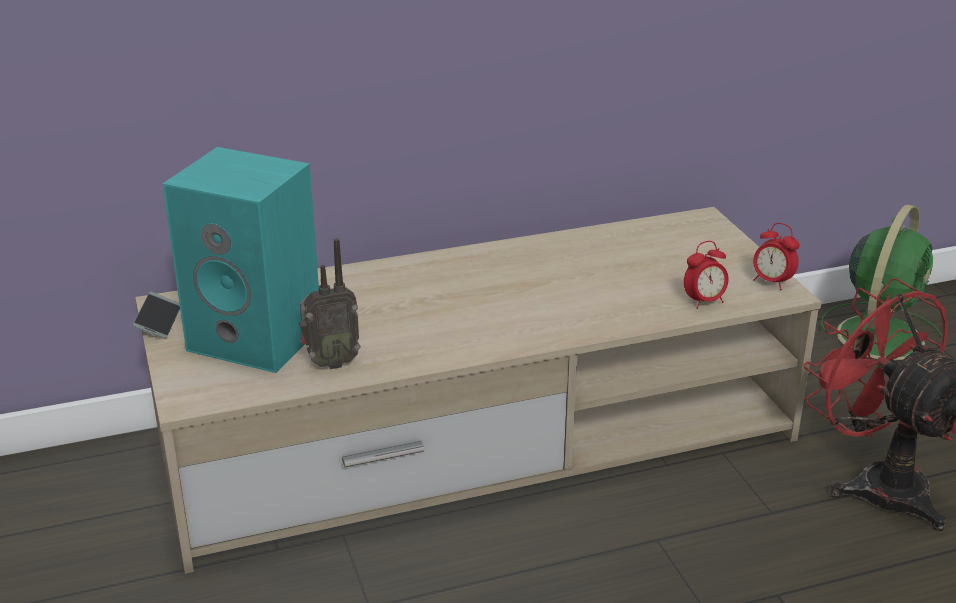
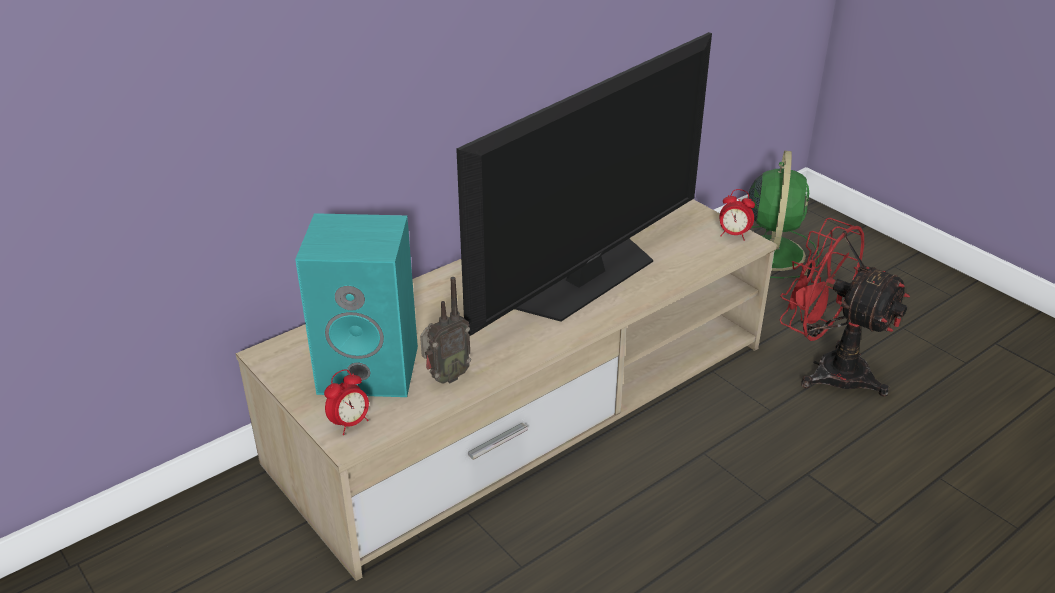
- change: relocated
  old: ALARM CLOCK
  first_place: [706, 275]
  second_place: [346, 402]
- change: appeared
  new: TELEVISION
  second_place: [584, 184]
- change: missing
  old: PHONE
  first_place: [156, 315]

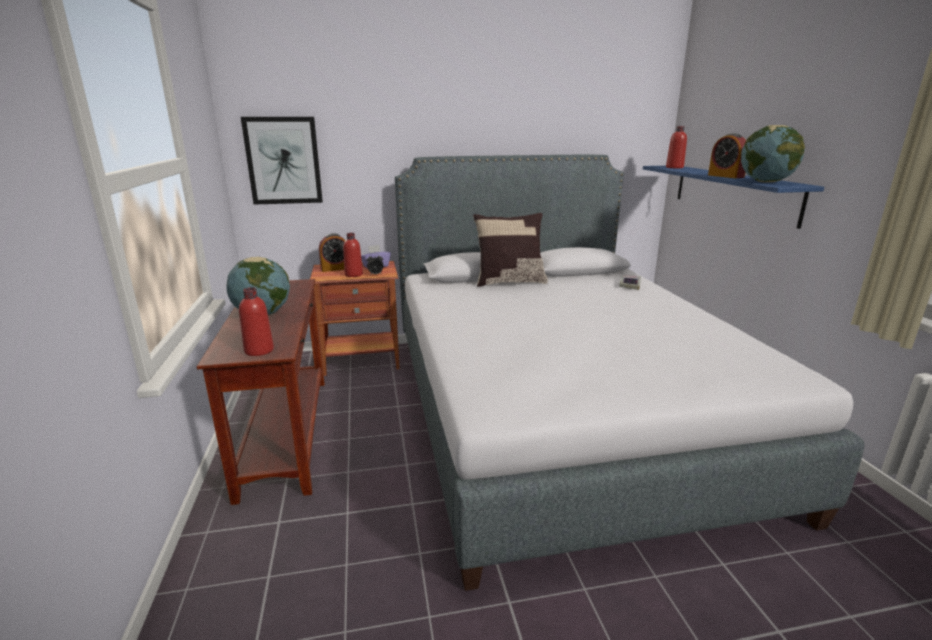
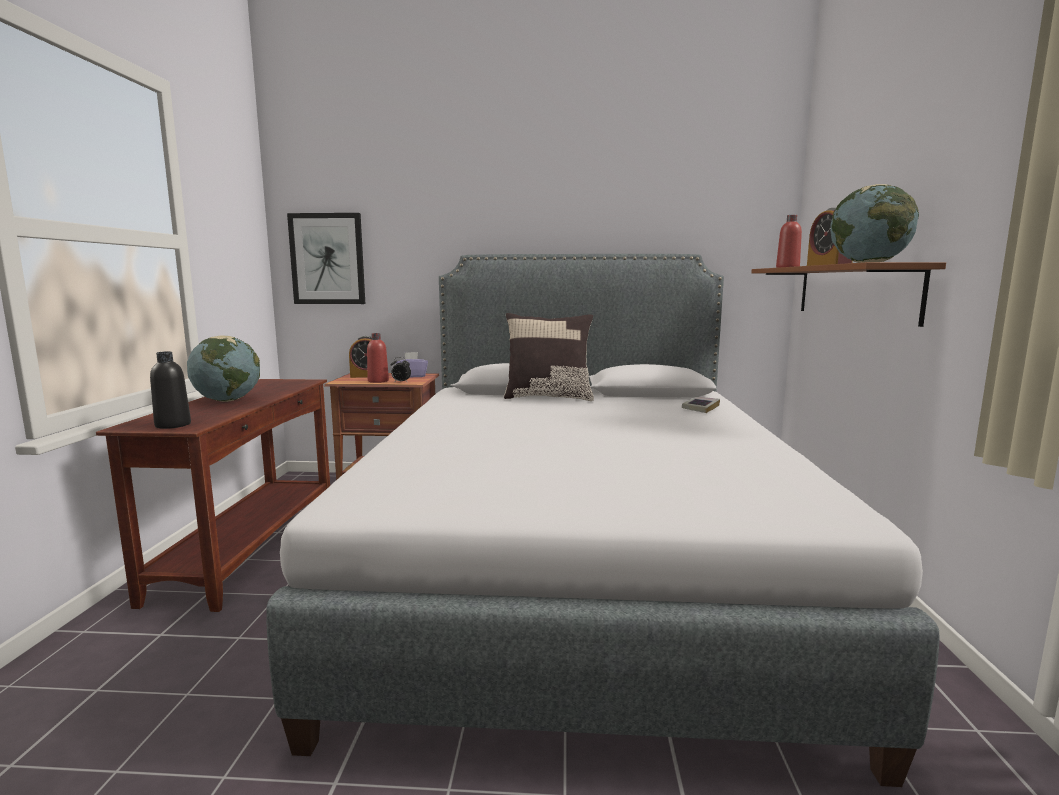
- change: colour
  old: RED BOTTLE
  new: BLACK BOTTLE
  first_place: [256, 321]
  second_place: [170, 390]
- change: colour
  old: BLUE SHELF
  new: BROWN SHELF
  first_place: [733, 197]
  second_place: [848, 294]

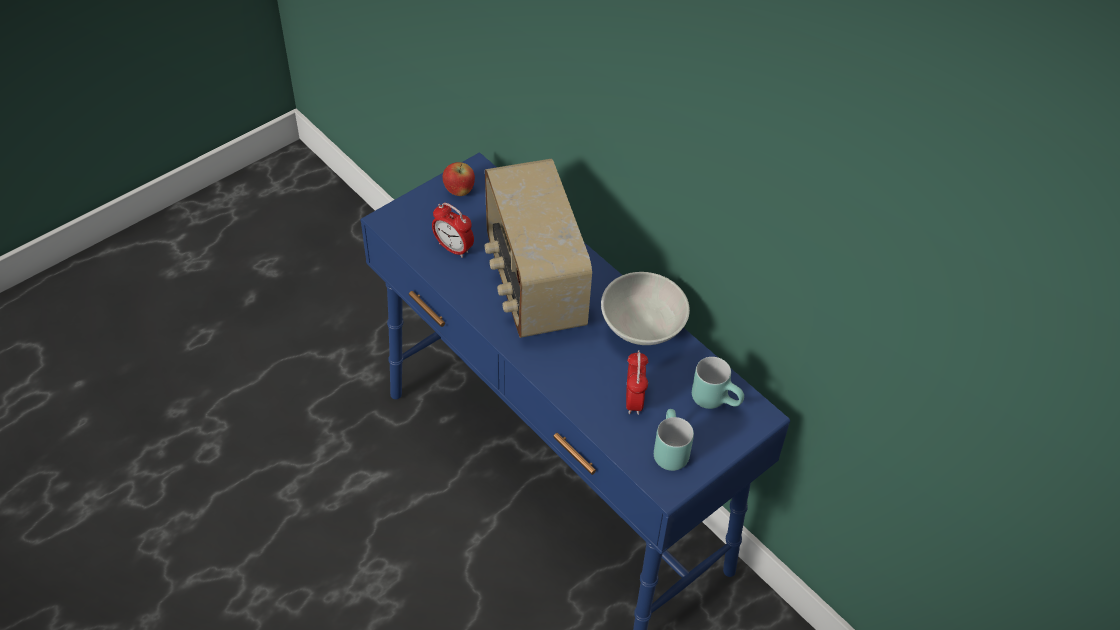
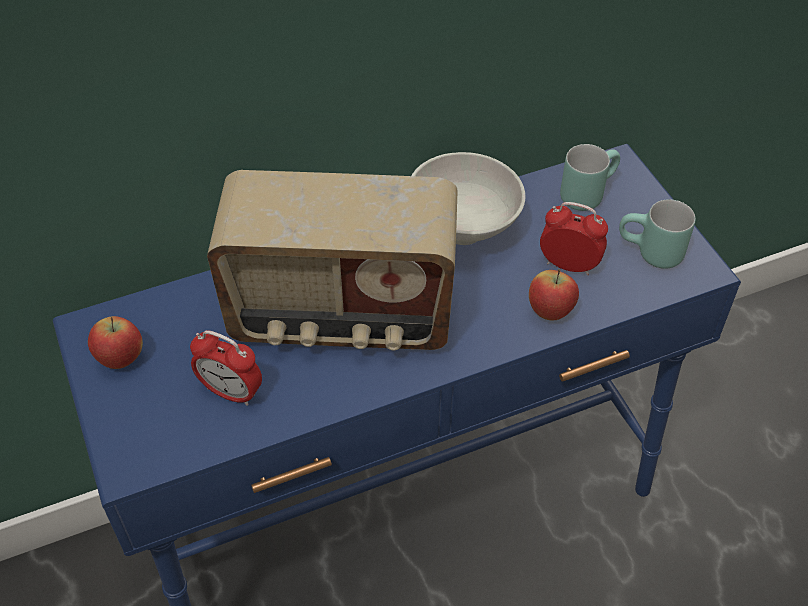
- change: spun
  old: ALARM CLOCK
  first_place: [453, 230]
  second_place: [226, 368]
  degrees: 60
- change: appeared
  new: APPLE
  second_place: [554, 295]

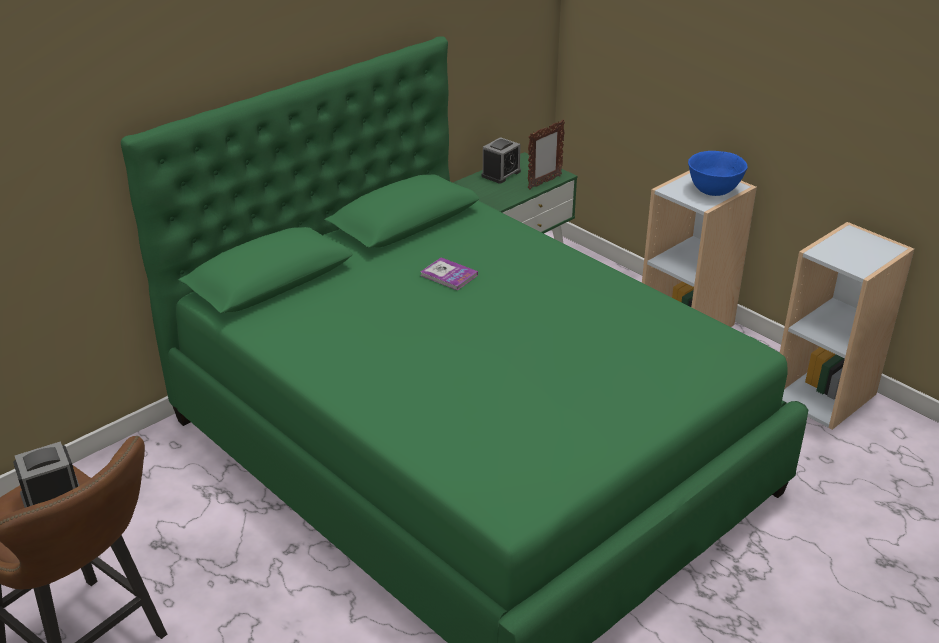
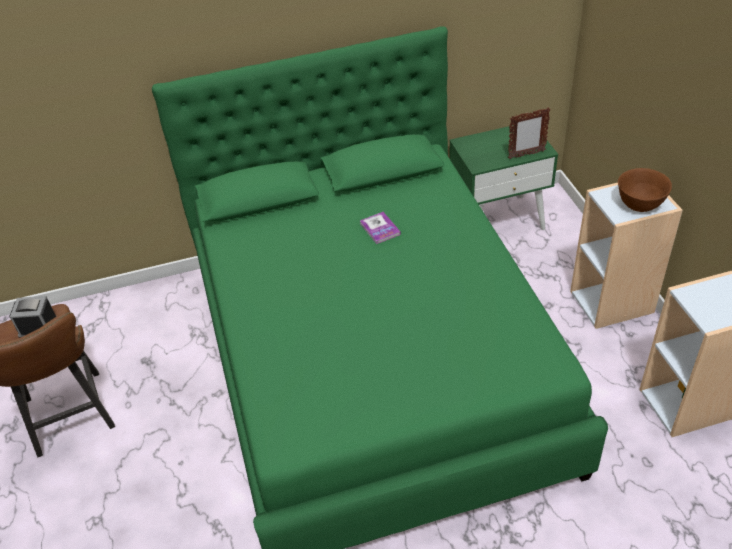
- change: colour
  old: BLUE BOWL
  new: BROWN BOWL
  first_place: [718, 173]
  second_place: [645, 190]
- change: missing
  old: ALARM CLOCK
  first_place: [501, 160]

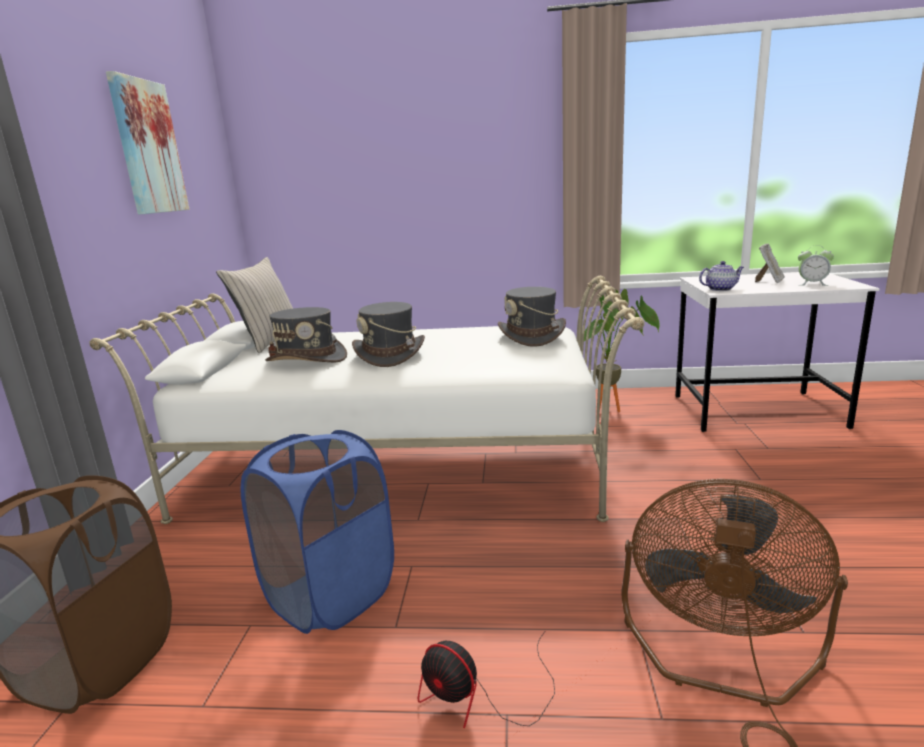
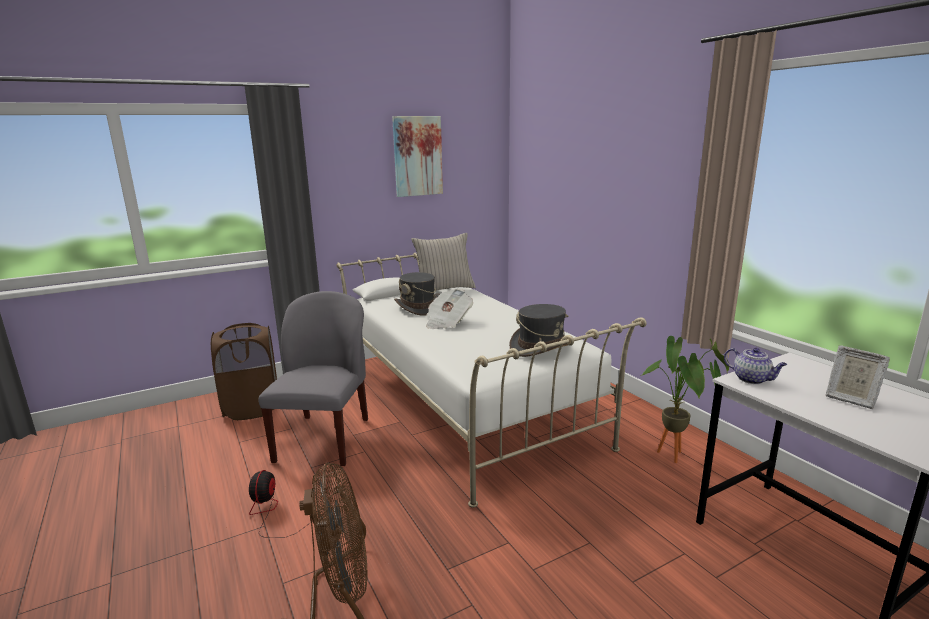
- change: exchanged
  old: BLUE LAUNDRY BASKET
  new: GREY CHAIR
  first_place: [317, 532]
  second_place: [313, 378]
- change: exchanged
  old: GREY HAT
  new: NEWSPAPER
  first_place: [388, 334]
  second_place: [449, 309]
- change: spun
  old: PICTURE FRAME
  first_place: [770, 263]
  second_place: [858, 377]
  degrees: 45
- change: missing
  old: ALARM CLOCK
  first_place: [816, 265]

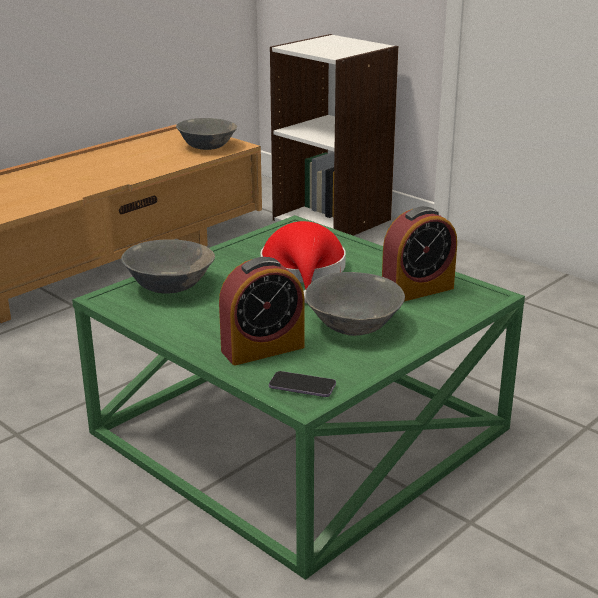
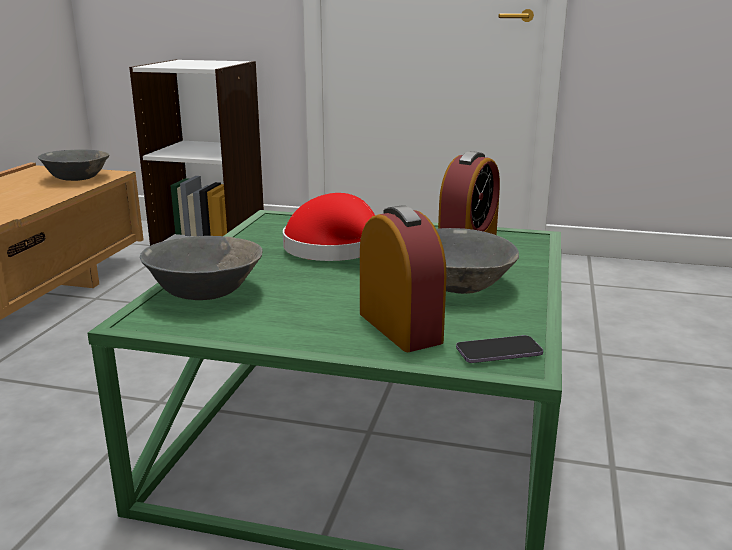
- change: spun
  old: ALARM CLOCK
  first_place: [261, 311]
  second_place: [403, 278]
  degrees: -60

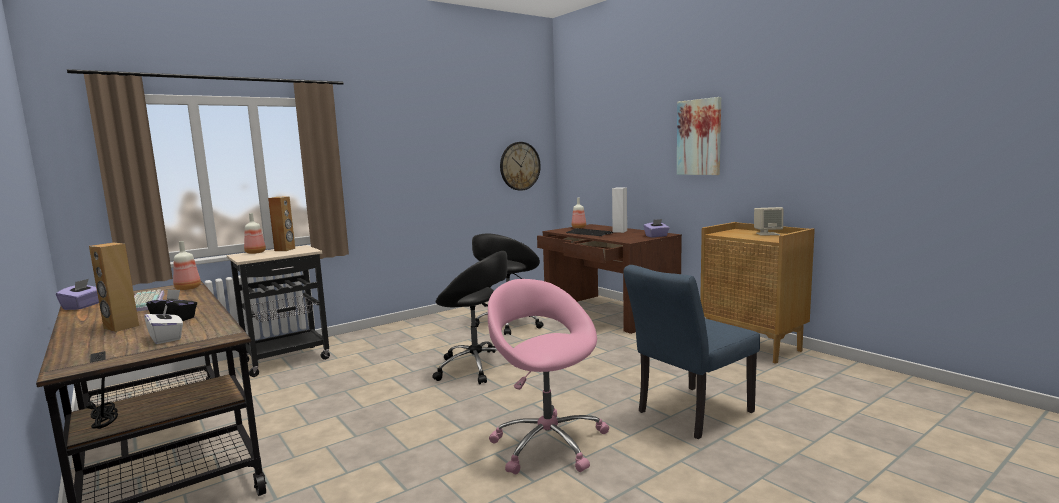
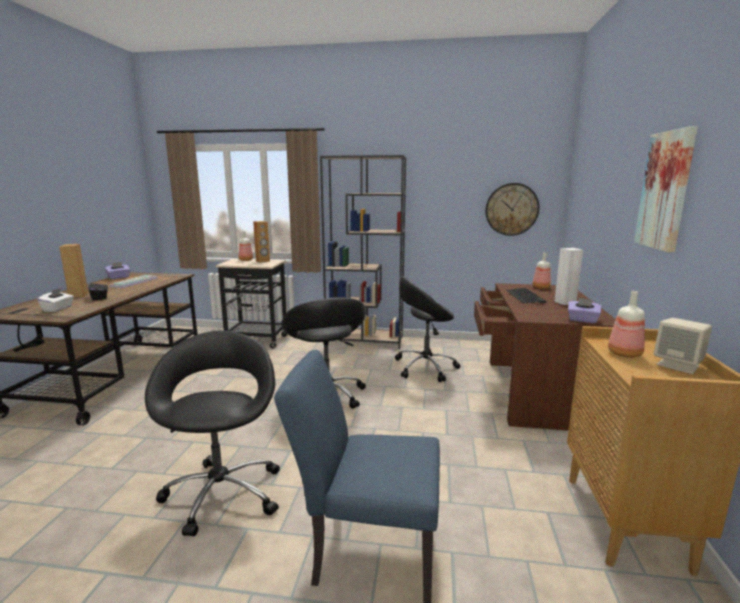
- change: colour
  old: PINK OFFICE CHAIR
  new: BLACK OFFICE CHAIR
  first_place: [548, 376]
  second_place: [212, 433]
- change: appeared
  new: BOOKCASE
  second_place: [363, 252]
- change: relocated
  old: BOTTLE
  first_place: [187, 265]
  second_place: [626, 324]

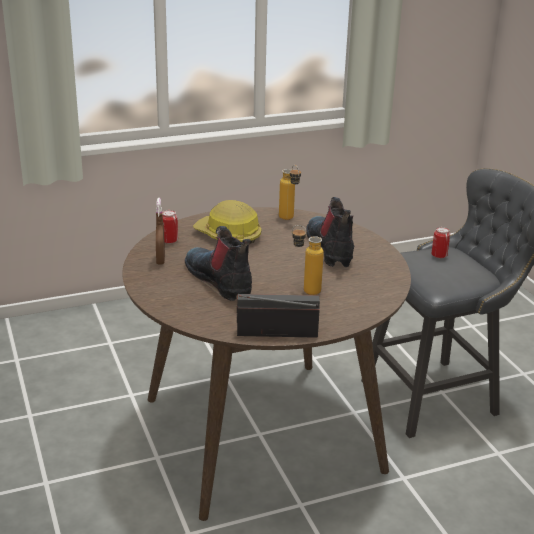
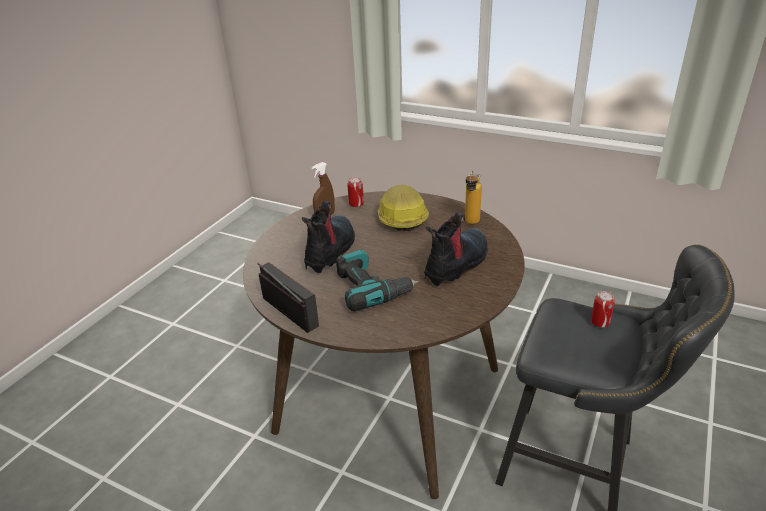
- change: exchanged
  old: BOTTLE
  new: POWER DRILL
  first_place: [308, 260]
  second_place: [377, 280]

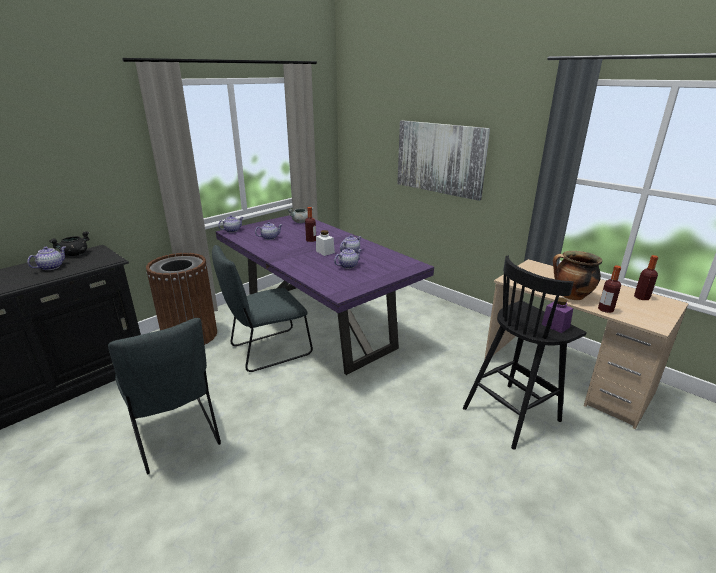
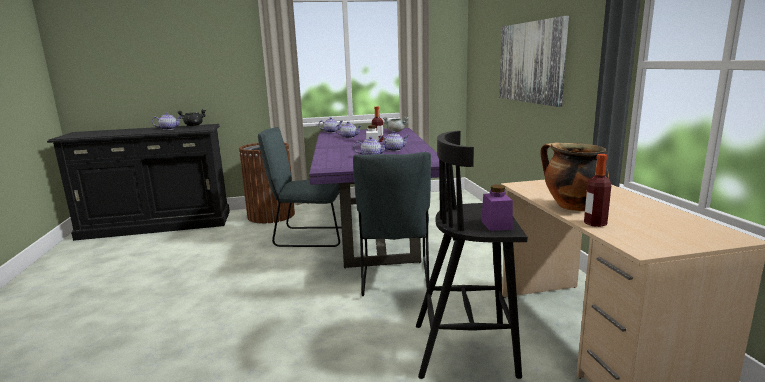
- change: relocated
  old: GREY CHAIR
  first_place: [164, 396]
  second_place: [392, 224]
- change: missing
  old: BOTTLE
  first_place: [646, 277]

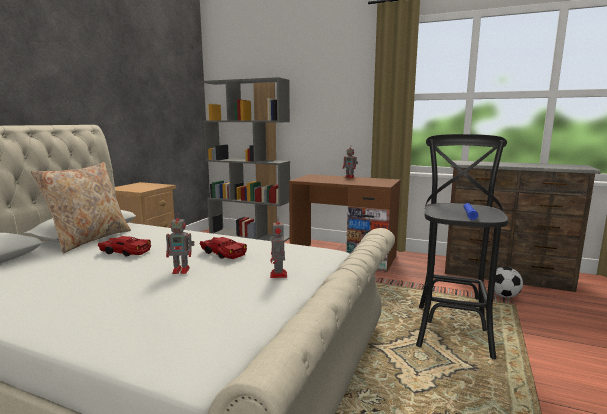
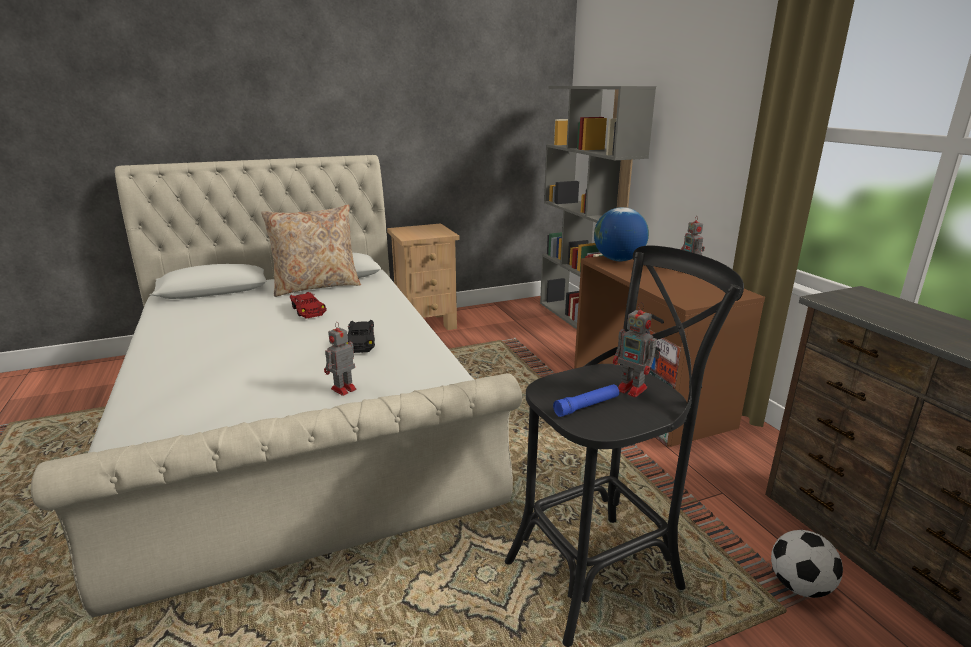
- change: colour
  old: RED TOY CAR
  new: BLACK TOY CAR
  first_place: [223, 248]
  second_place: [360, 336]
- change: appeared
  new: GLOBE
  second_place: [621, 234]
- change: relocated
  old: TOY ROBOT
  first_place: [180, 243]
  second_place: [636, 349]

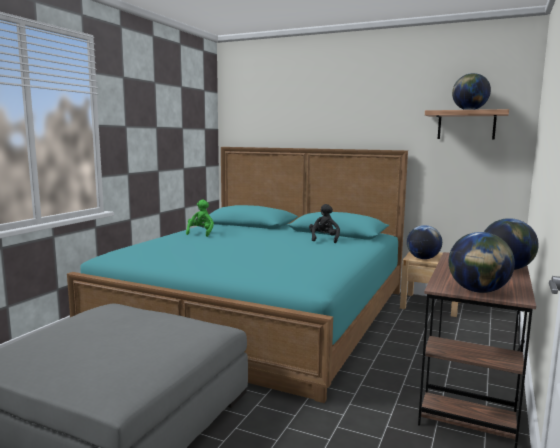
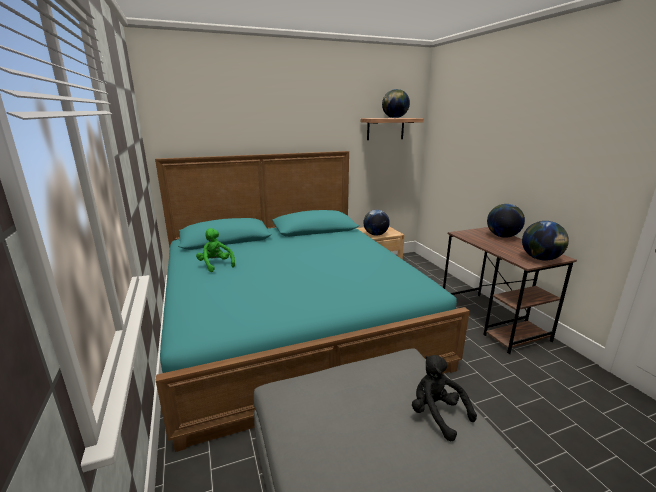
- change: relocated
  old: BLACK PLUSH TOY
  first_place: [324, 223]
  second_place: [444, 398]

